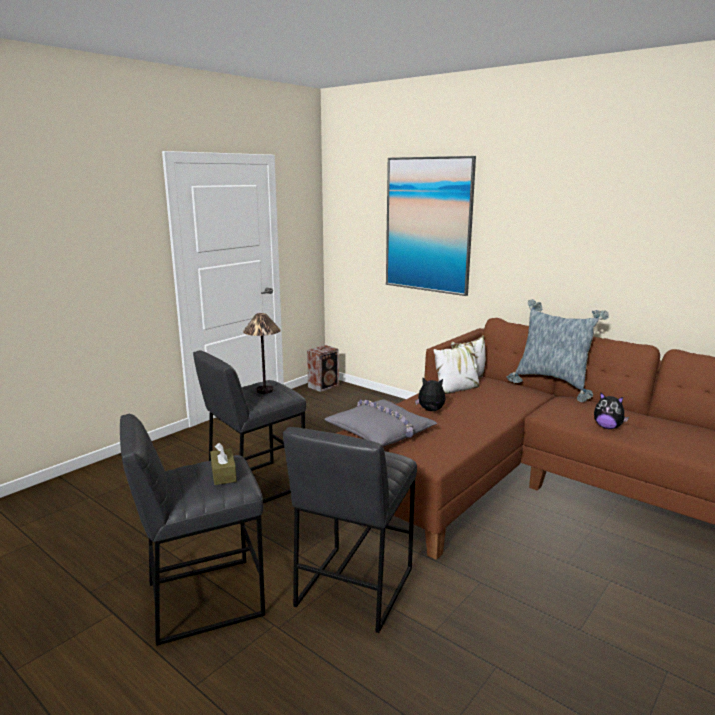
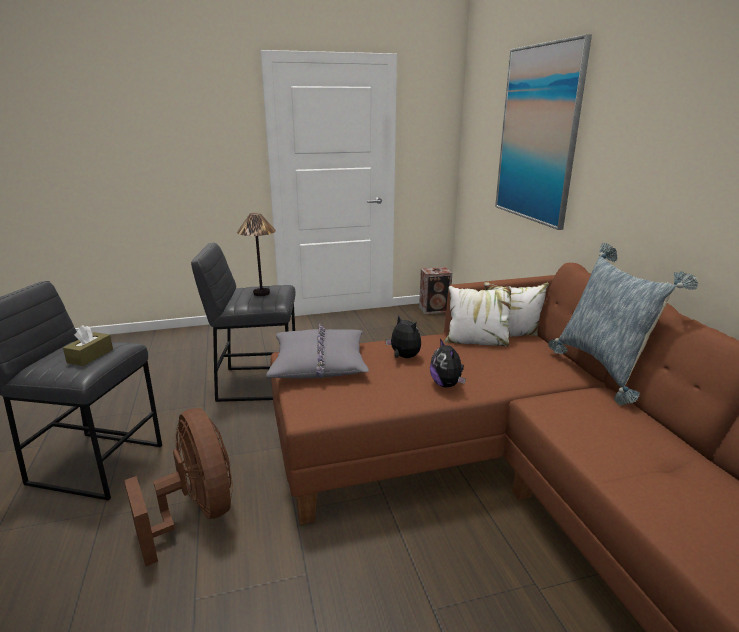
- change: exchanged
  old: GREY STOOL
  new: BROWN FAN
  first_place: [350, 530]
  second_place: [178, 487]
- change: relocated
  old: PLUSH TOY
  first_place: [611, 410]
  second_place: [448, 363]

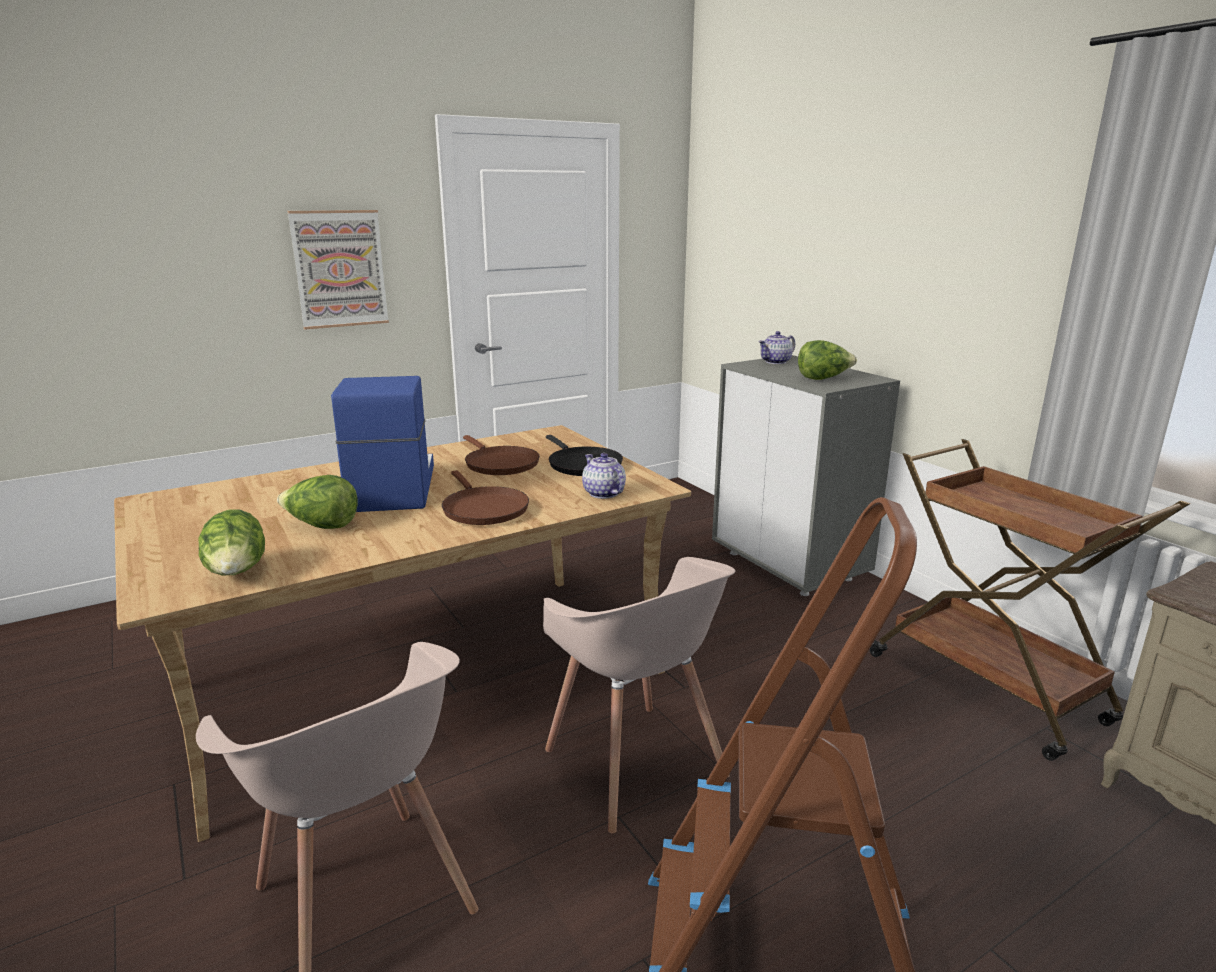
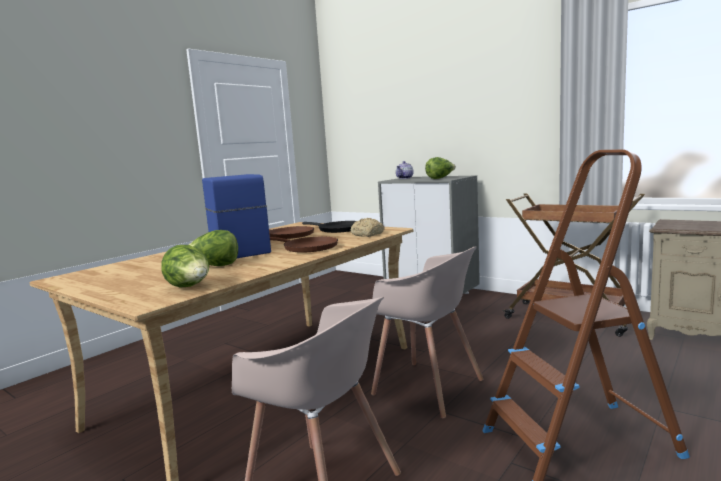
- change: exchanged
  old: TEAPOT
  new: BREAD
  first_place: [604, 476]
  second_place: [368, 227]
- change: missing
  old: PICTURE
  first_place: [338, 270]

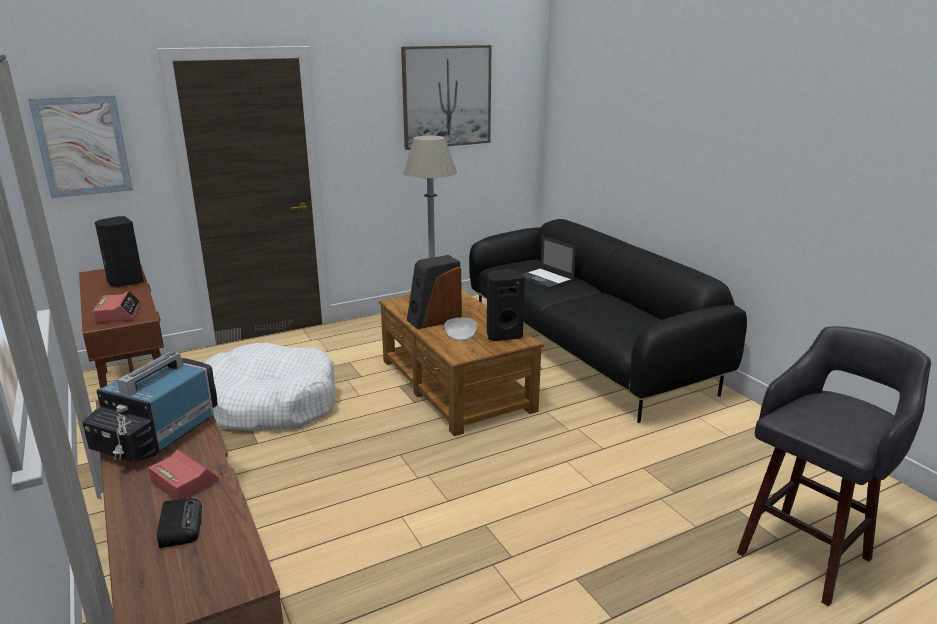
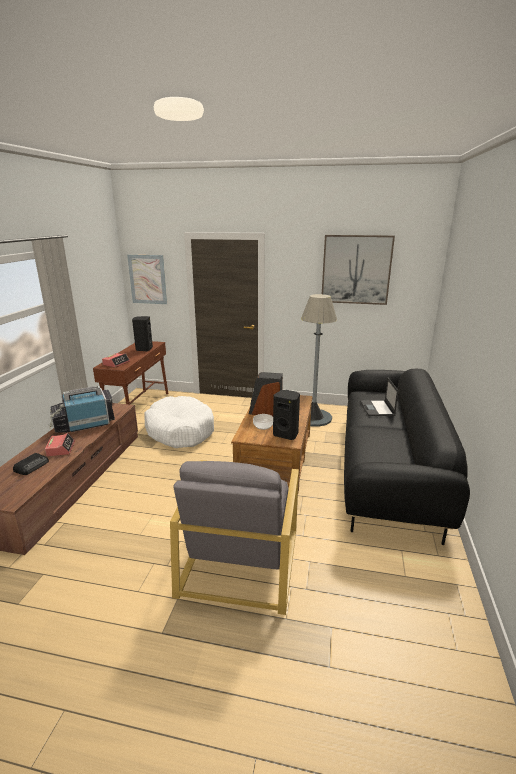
- change: appeared
  new: GREY ARMCHAIR
  second_place: [234, 537]
- change: missing
  old: GREY STOOL
  first_place: [834, 466]

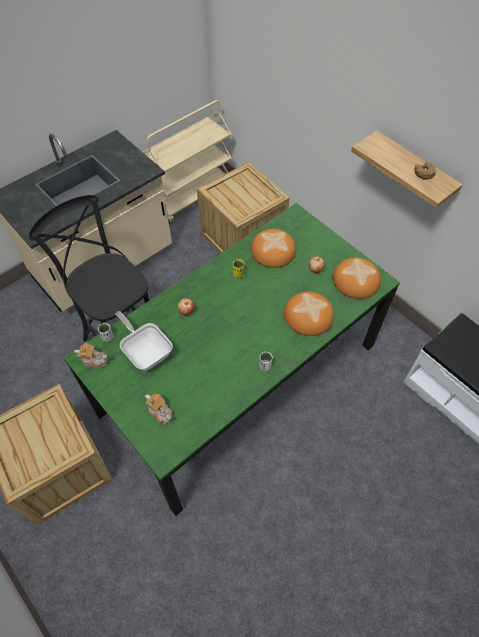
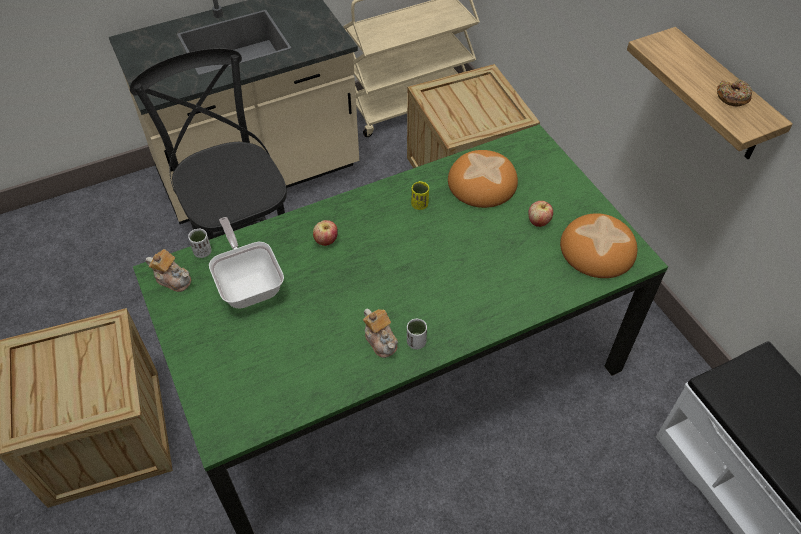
- change: relocated
  old: TEAPOT
  first_place: [159, 408]
  second_place: [380, 333]
- change: missing
  old: BREAD
  first_place: [309, 313]

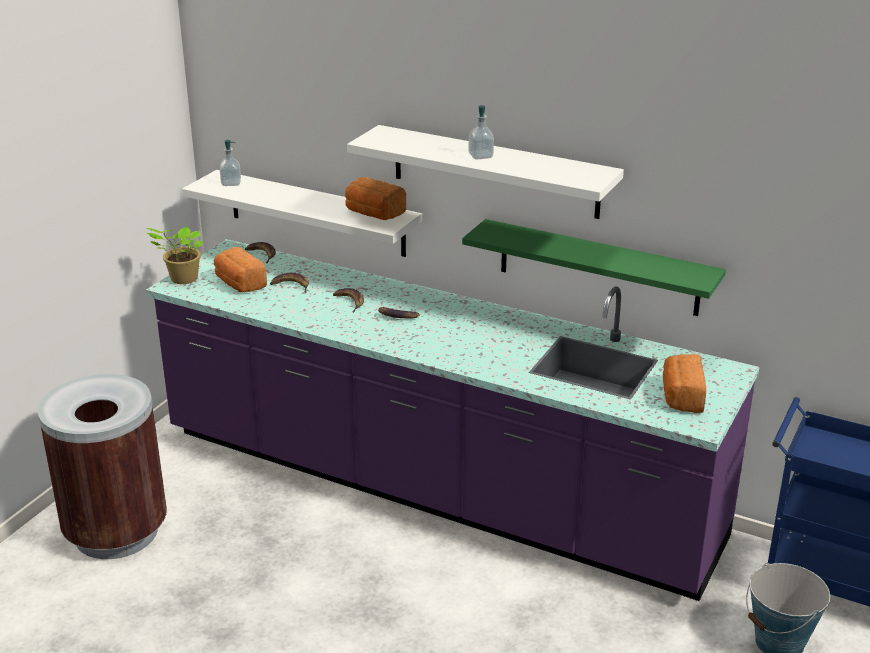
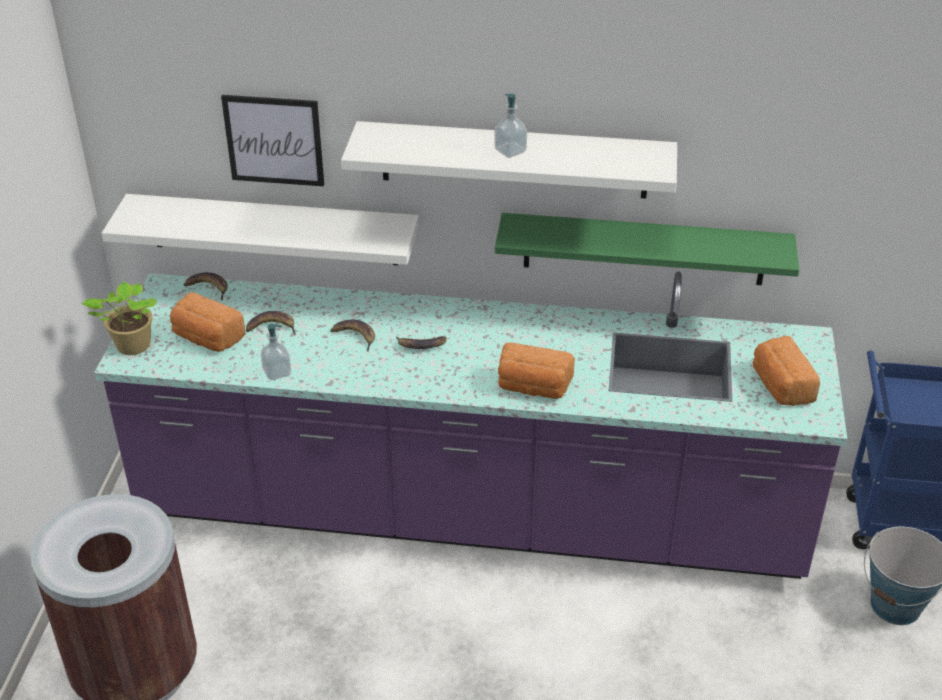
- change: appeared
  new: PICTURE
  second_place: [272, 140]
- change: relocated
  old: SOAP DISPENSER
  first_place: [230, 163]
  second_place: [276, 352]
- change: relocated
  old: BREAD
  first_place: [375, 198]
  second_place: [536, 371]

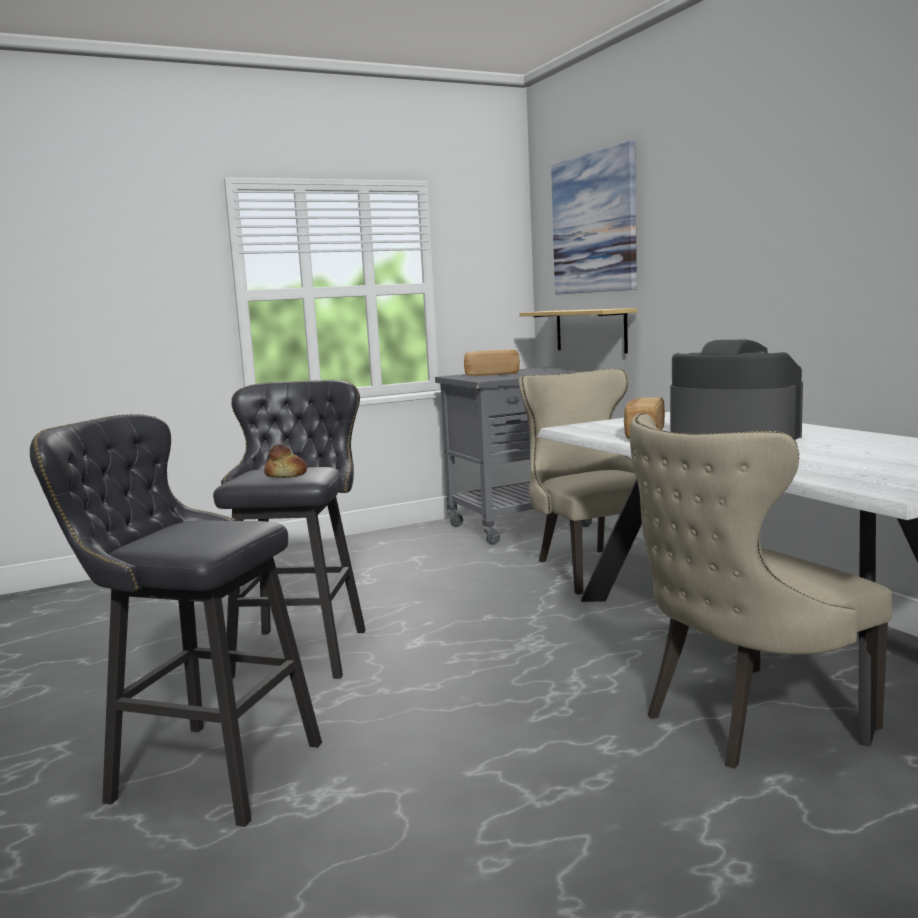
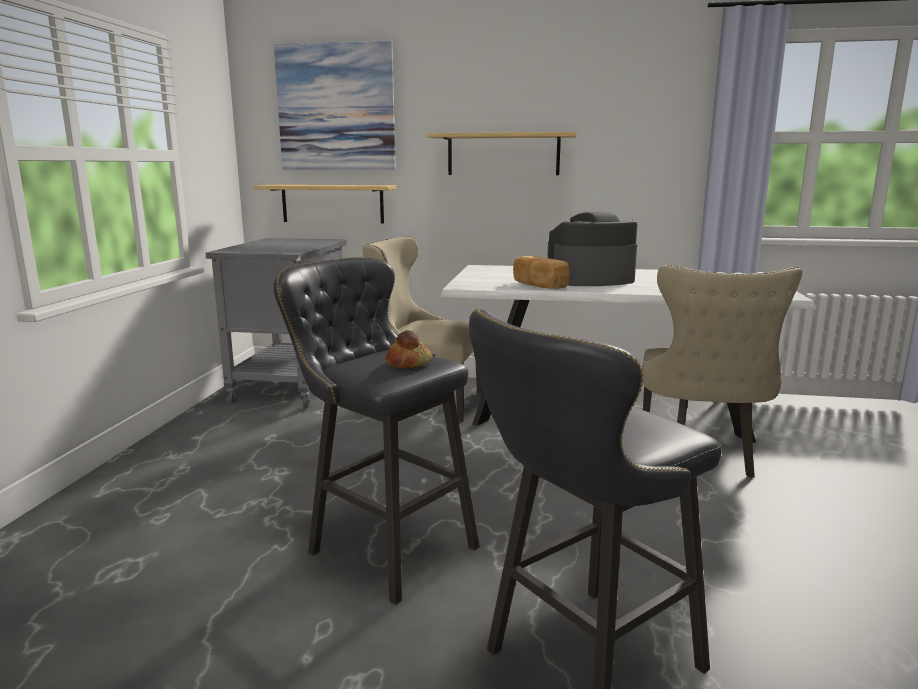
- change: appeared
  new: SHELF
  second_place: [501, 153]
- change: missing
  old: BREAD
  first_place: [492, 362]

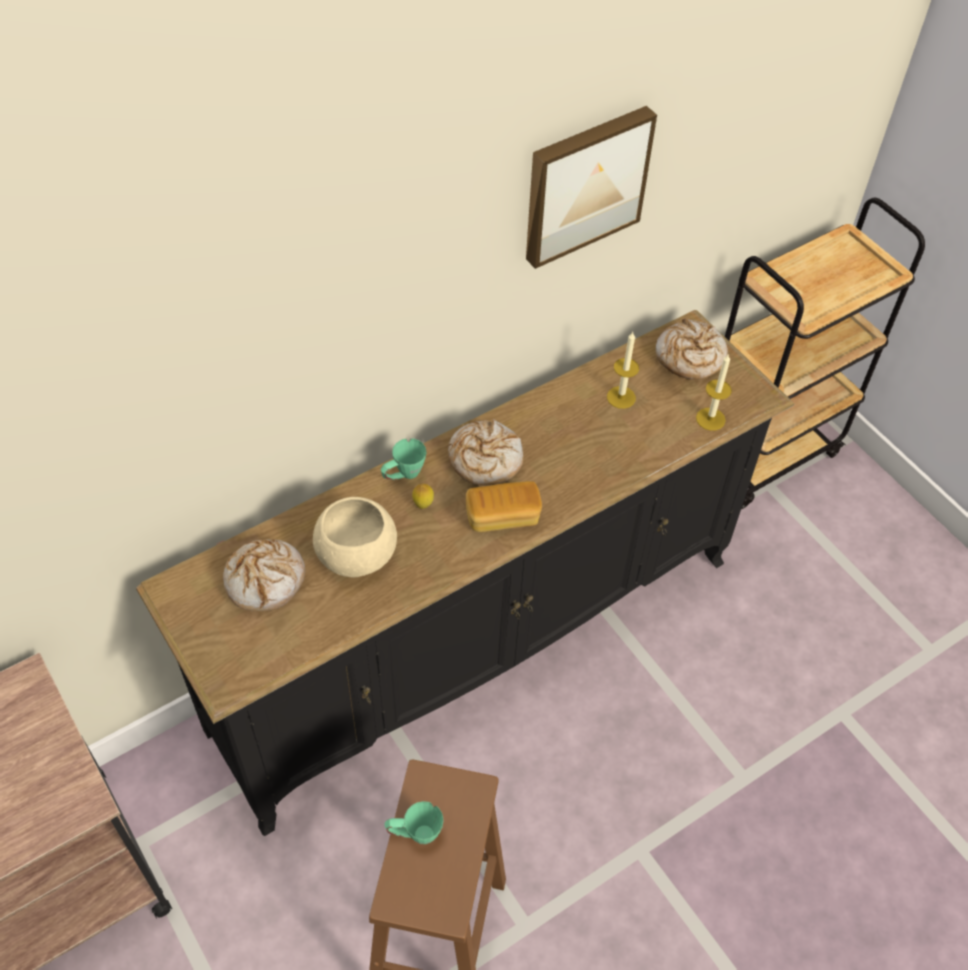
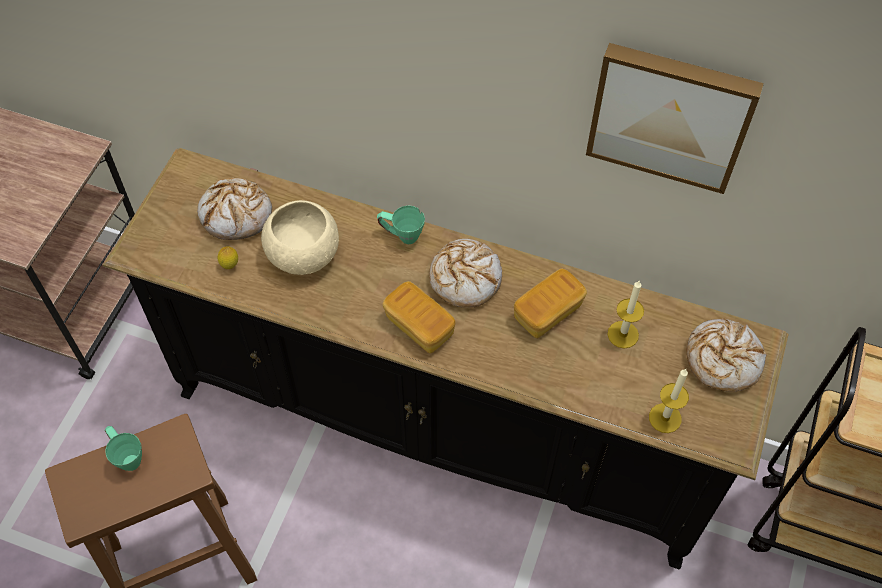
- change: relocated
  old: LEMON
  first_place: [423, 496]
  second_place: [228, 257]
- change: appeared
  new: BREAD
  second_place: [550, 303]

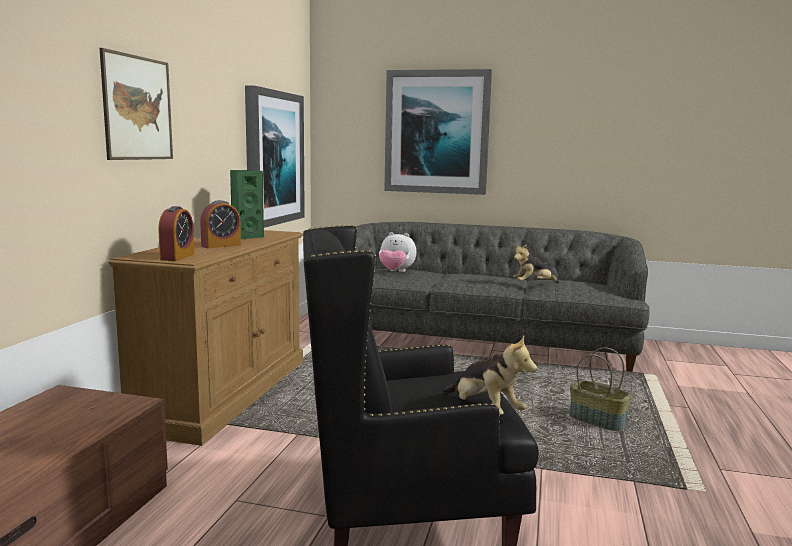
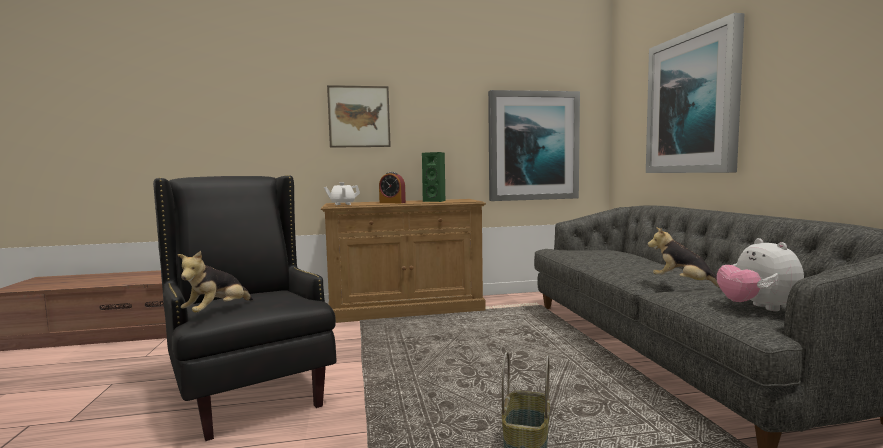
- change: exchanged
  old: ALARM CLOCK
  new: WHITE TEAPOT
  first_place: [176, 233]
  second_place: [342, 193]
- change: relocated
  old: PLUSH TOY
  first_place: [397, 252]
  second_place: [760, 274]

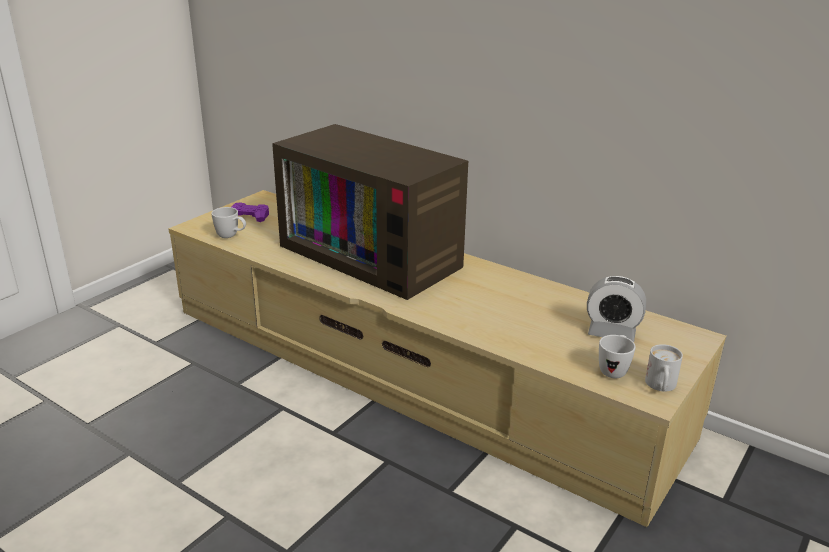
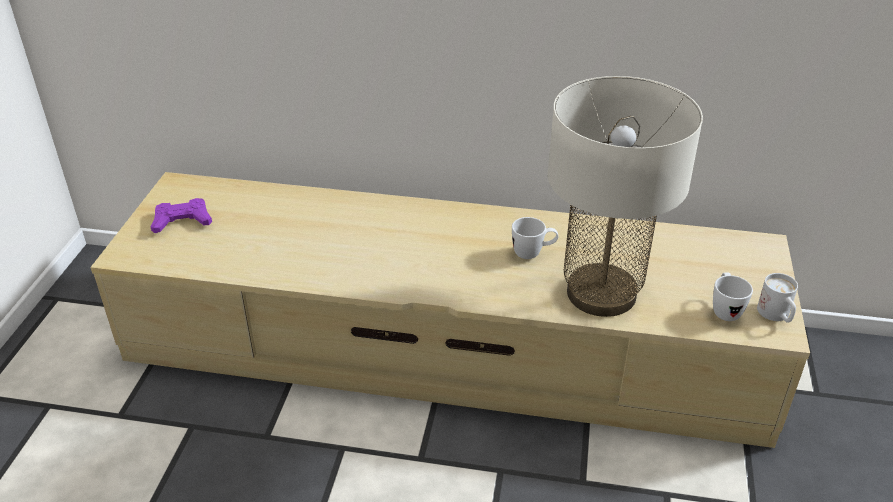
- change: relocated
  old: WHITE MUG
  first_place: [228, 222]
  second_place: [535, 238]
- change: appeared
  new: TABLE LAMP
  second_place: [625, 196]
- change: missing
  old: TELEVISION
  first_place: [370, 212]
- change: missing
  old: ALARM CLOCK
  first_place: [616, 309]

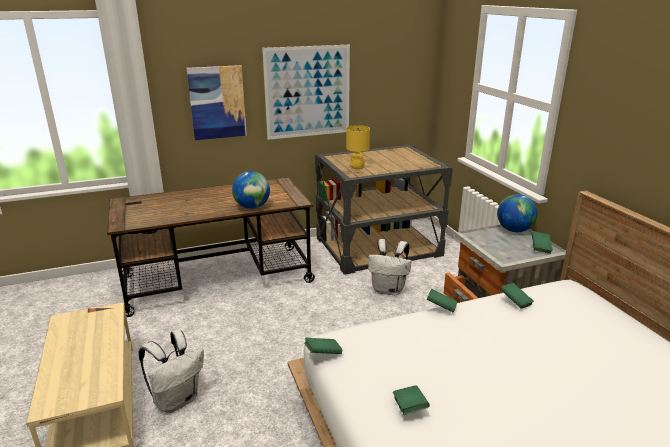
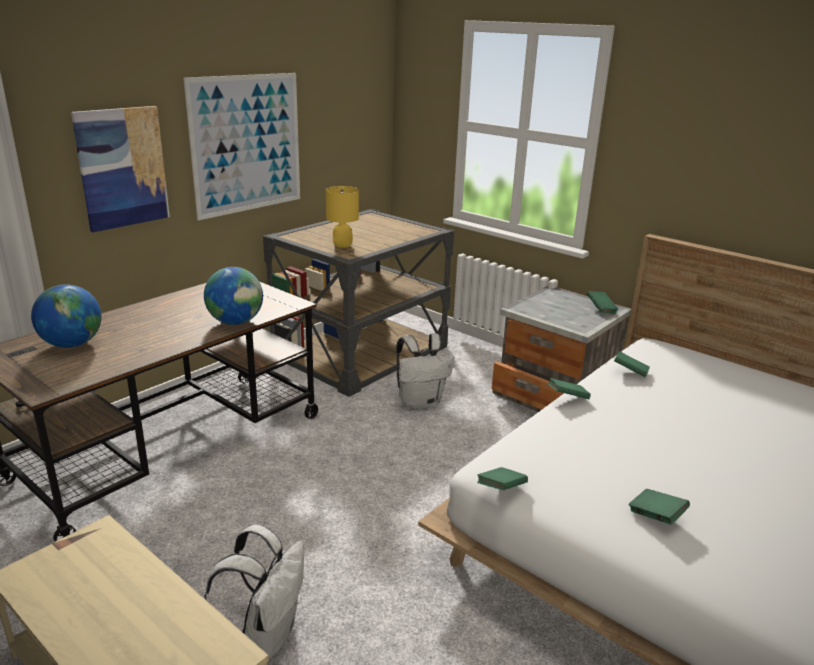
- change: relocated
  old: GLOBE
  first_place: [517, 213]
  second_place: [66, 316]

